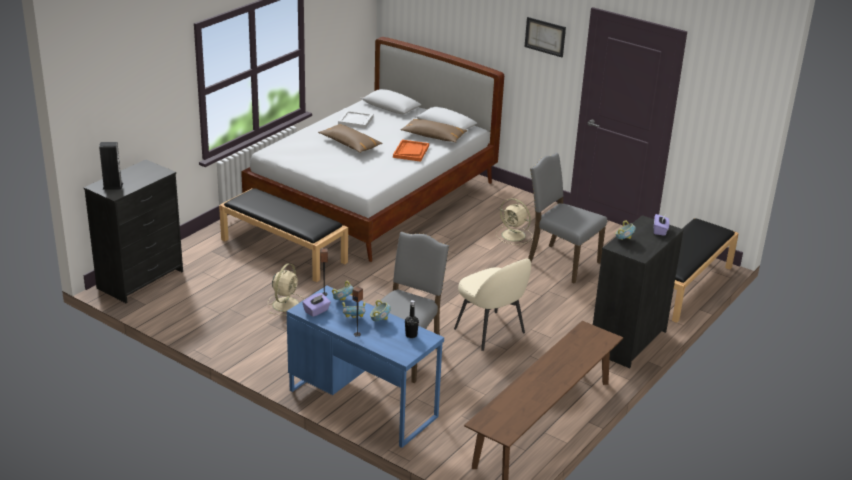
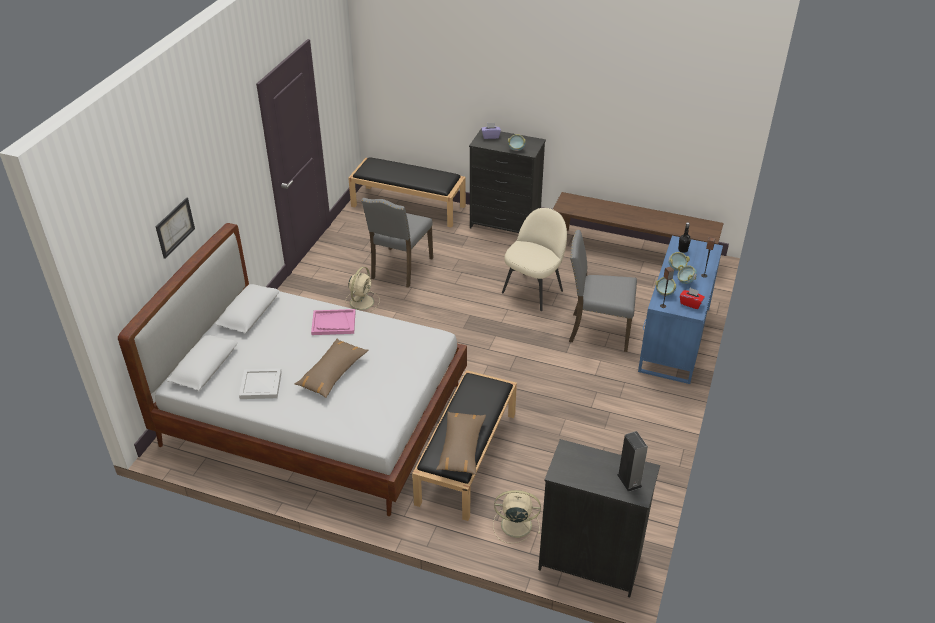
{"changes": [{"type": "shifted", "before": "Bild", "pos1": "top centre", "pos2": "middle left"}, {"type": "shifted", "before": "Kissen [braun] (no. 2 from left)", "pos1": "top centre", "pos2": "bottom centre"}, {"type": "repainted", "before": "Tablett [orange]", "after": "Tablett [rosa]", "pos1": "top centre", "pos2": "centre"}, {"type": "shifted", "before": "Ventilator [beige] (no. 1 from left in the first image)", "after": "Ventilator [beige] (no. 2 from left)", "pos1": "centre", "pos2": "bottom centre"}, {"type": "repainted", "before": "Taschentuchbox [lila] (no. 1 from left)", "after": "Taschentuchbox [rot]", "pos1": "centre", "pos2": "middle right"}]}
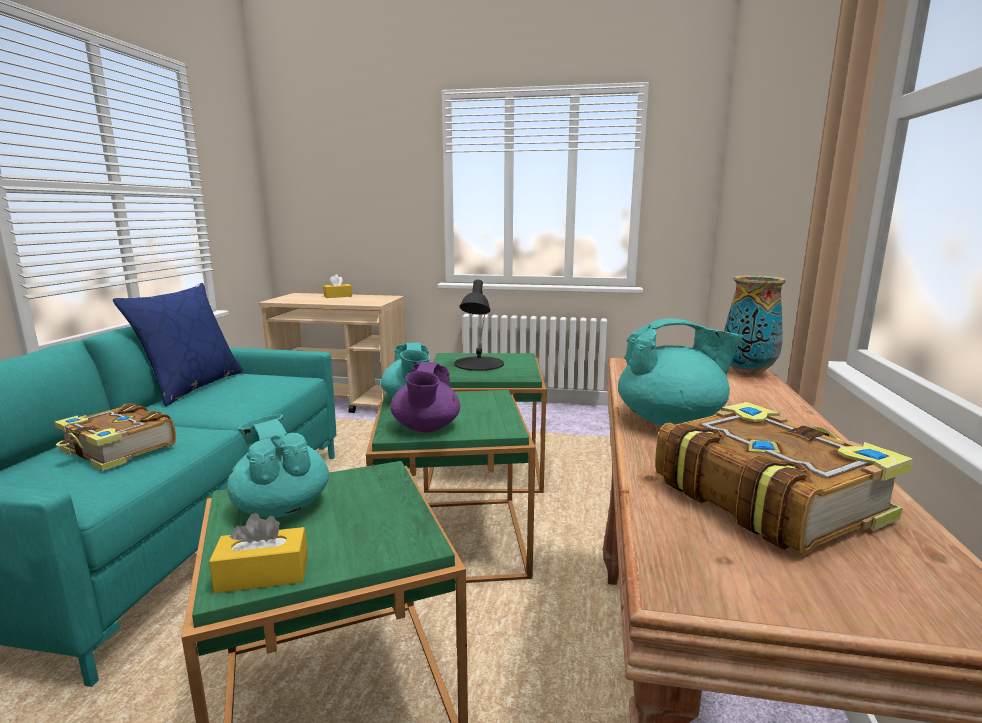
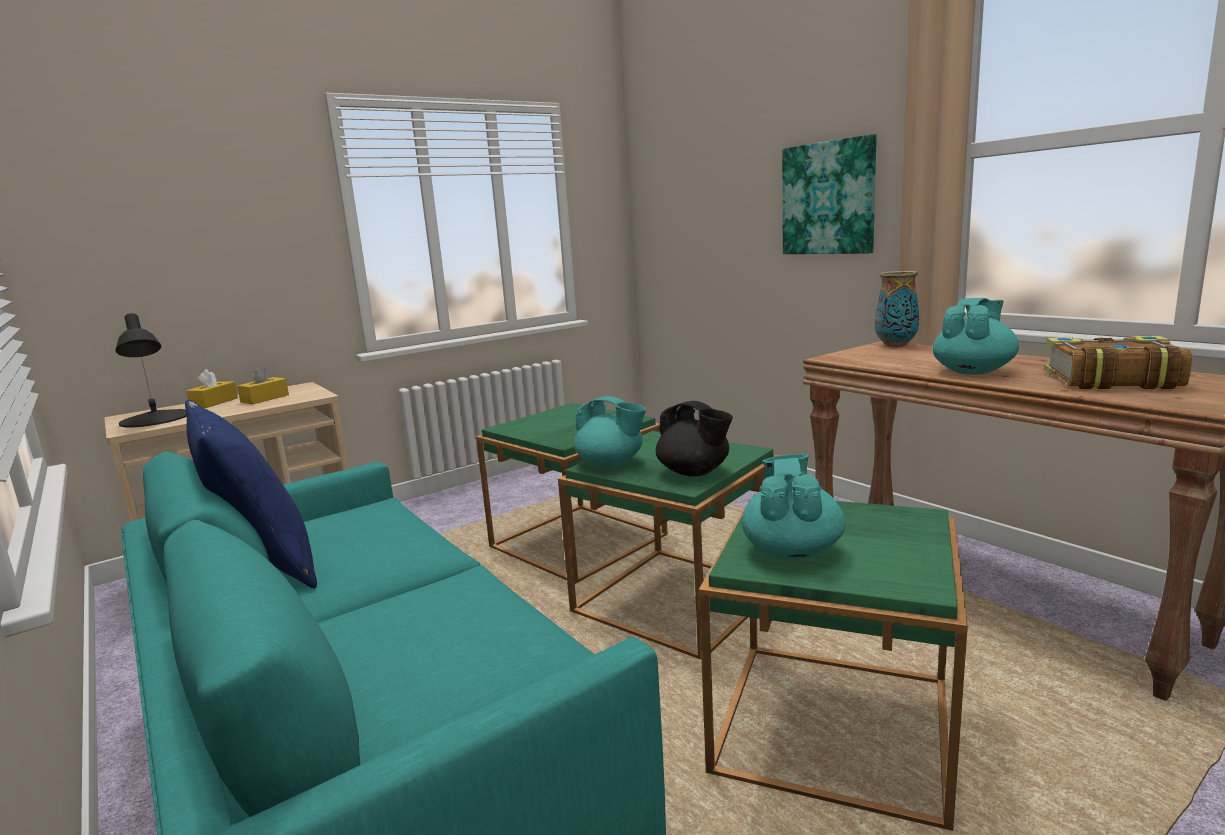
{"changes": [{"type": "shifted", "before": "Tischlampe [schwarz]", "pos1": "centre", "pos2": "middle left"}, {"type": "repainted", "before": "Teekanne [lila]", "after": "Teekanne [schwarz]", "pos1": "centre", "pos2": "centre"}, {"type": "gone", "before": "Buch (no. 1 from left)", "pos1": "middle left"}, {"type": "rotated", "before": "Teekanne [türkis] (no. 1 from left in the first image)", "pos1": "middle left", "pos2": "centre", "turn": 90}, {"type": "shifted", "before": "Taschentuchbox [gelb] (no. 1 from left in the first image)", "after": "Taschentuchbox [gelb] (no. 2 from left)", "pos1": "bottom left", "pos2": "middle left"}, {"type": "new", "after": "Bild", "pos2": "top right"}]}
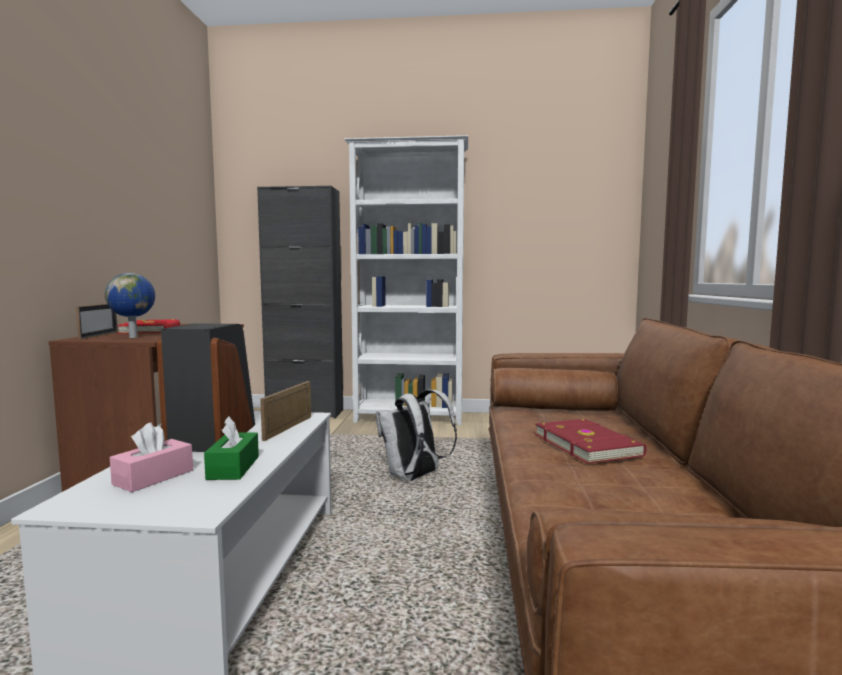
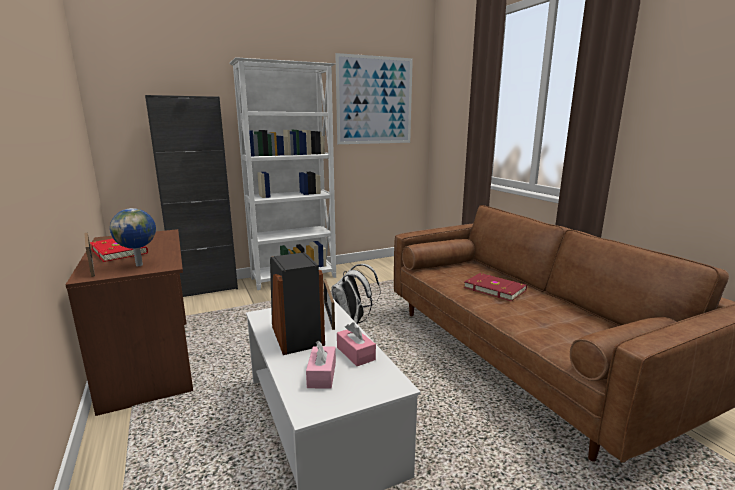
{"changes": [{"type": "repainted", "before": "Taschentuchbox [grün]", "after": "Taschentuchbox [rosa] (no. 2 from left)", "pos1": "middle left", "pos2": "bottom centre"}, {"type": "new", "after": "Bild", "pos2": "top centre"}]}
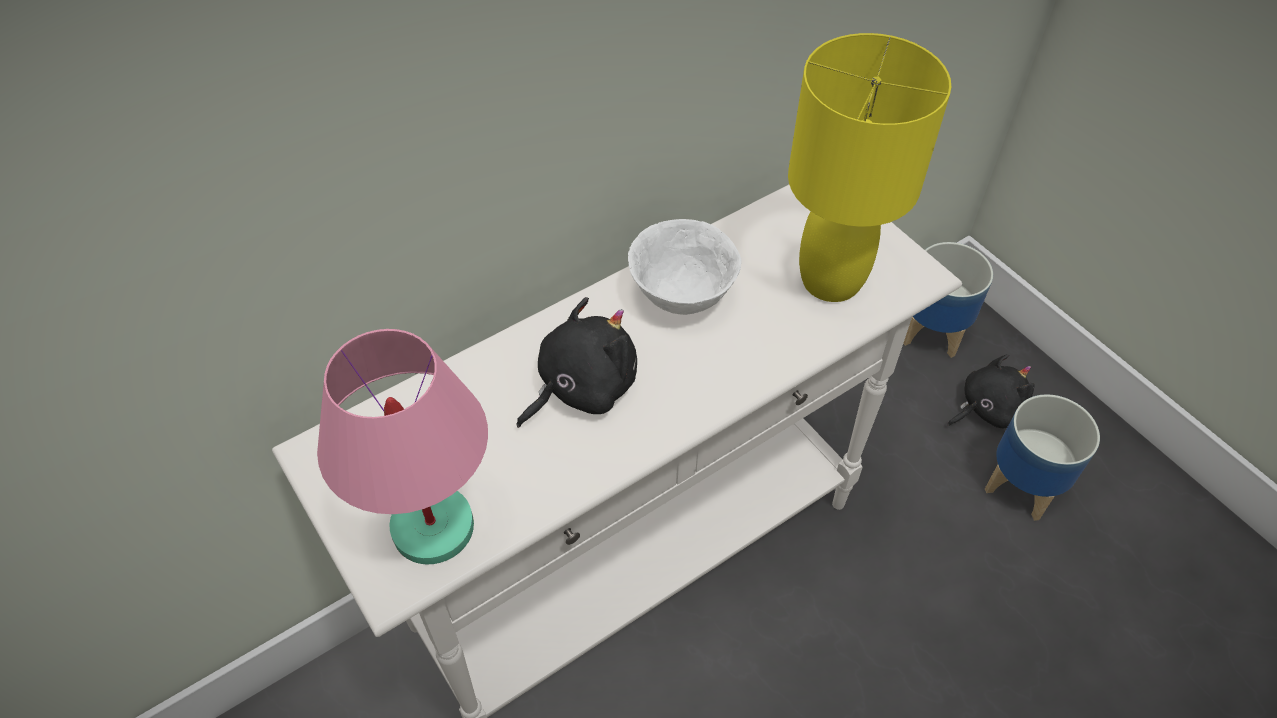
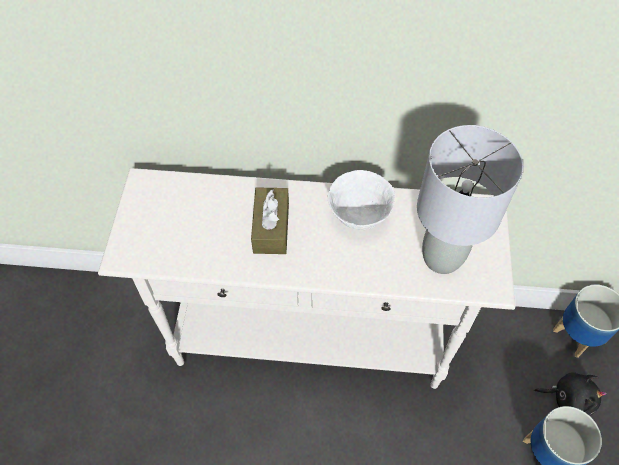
{"changes": [{"type": "repainted", "before": "Tischlampe [gelb]", "after": "Tischlampe [grau]", "pos1": "top right", "pos2": "middle right"}, {"type": "swapped", "before": "Plüschtier [schwarz] (no. 1 from left)", "after": "Taschentuchbox [braun]", "pos1": "centre", "pos2": "centre"}, {"type": "gone", "before": "Tischlampe [rosa]", "pos1": "middle left"}]}
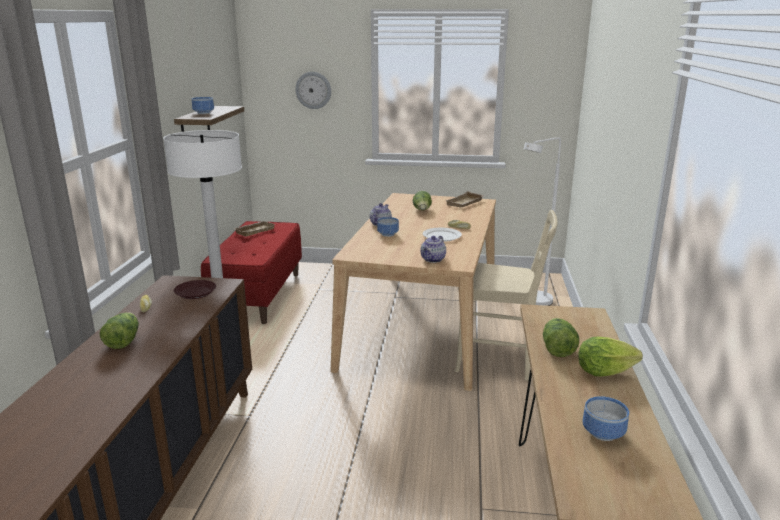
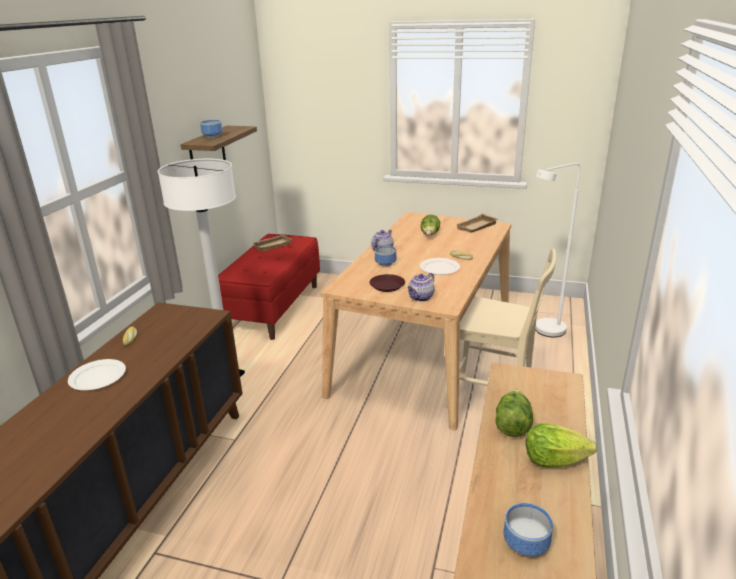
{"changes": [{"type": "gone", "before": "Wanduhr", "pos1": "top centre"}, {"type": "shifted", "before": "Teller [braun]", "pos1": "middle left", "pos2": "centre"}, {"type": "swapped", "before": "Salatkopf (no. 1 from left)", "after": "Teller [weiß] (no. 1 from left)", "pos1": "middle left", "pos2": "middle left"}]}
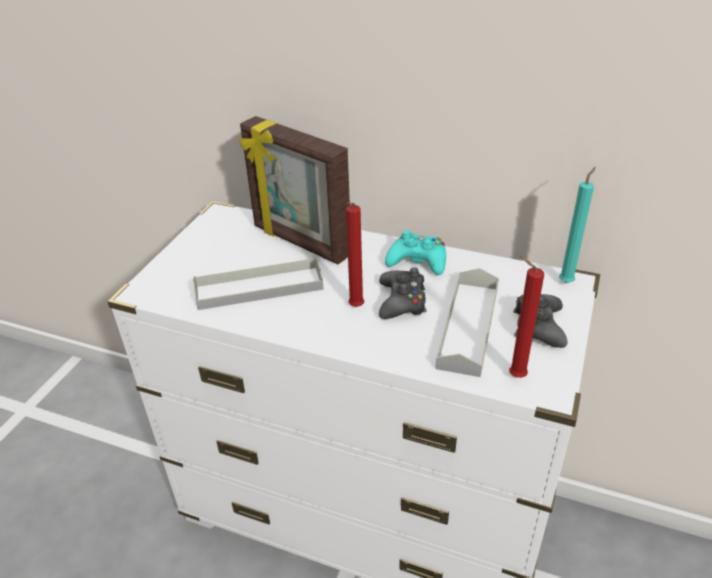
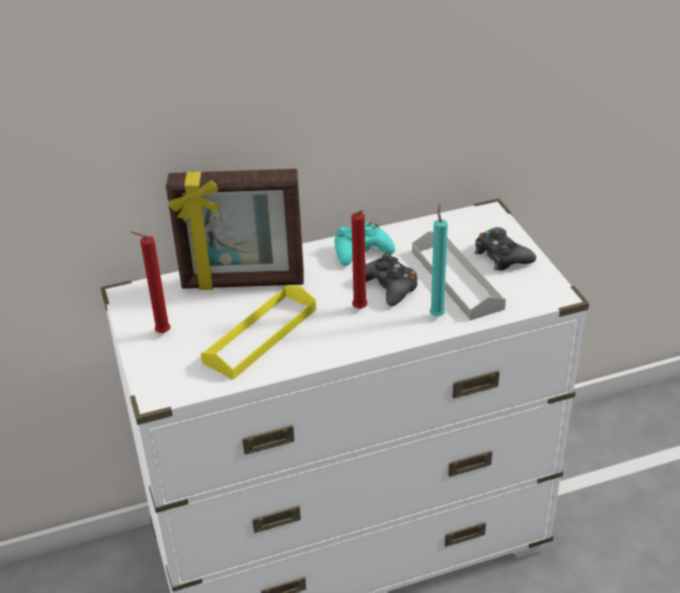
{"changes": [{"type": "shifted", "before": "Kerze [türkis]", "pos1": "middle right", "pos2": "centre"}, {"type": "shifted", "before": "Kerze [rot] (no. 2 from left in the first image)", "after": "Kerze [rot] (no. 1 from left)", "pos1": "middle right", "pos2": "middle left"}, {"type": "repainted", "before": "Tablett [grau] (no. 1 from left)", "after": "Tablett [gelb]", "pos1": "centre", "pos2": "centre"}]}
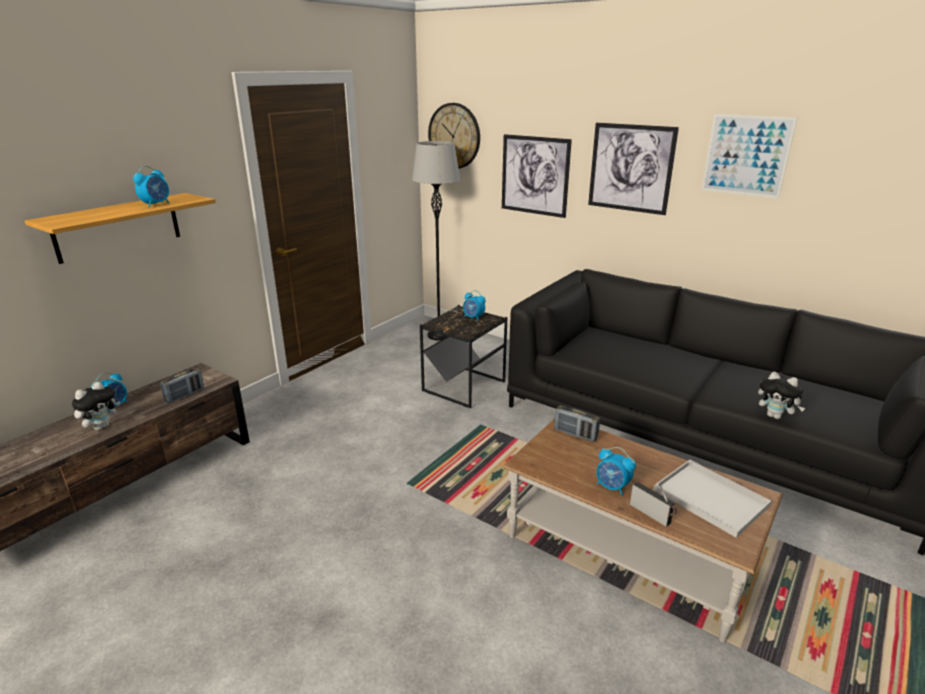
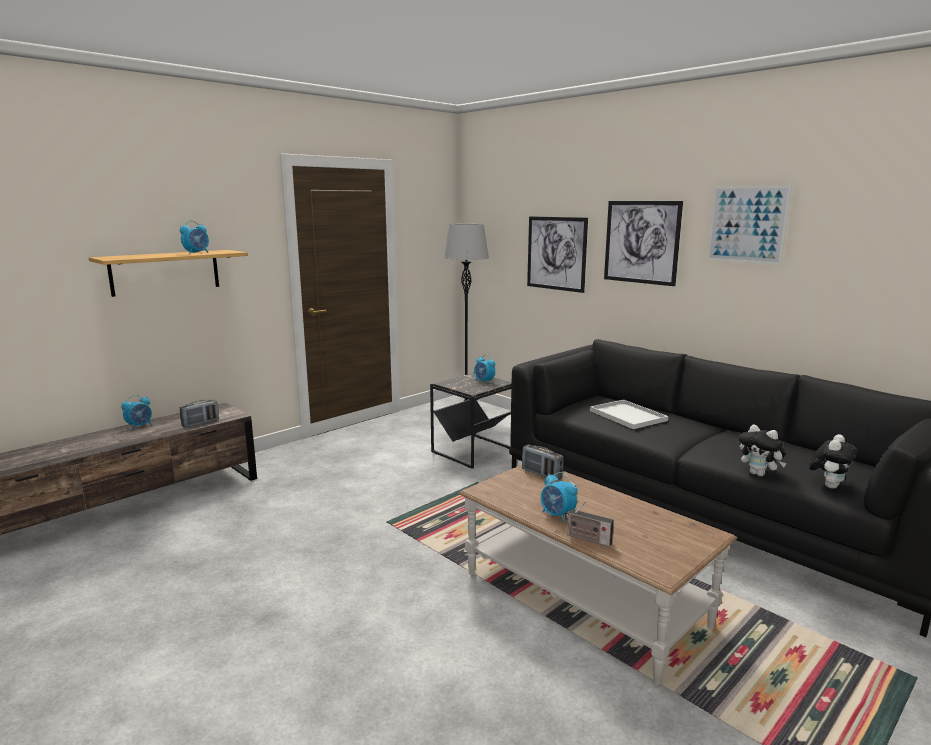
{"changes": [{"type": "gone", "before": "Wanduhr", "pos1": "top centre"}, {"type": "shifted", "before": "Plüschtier (no. 1 from left in the first image)", "after": "Plüschtier (no. 2 from left)", "pos1": "middle left", "pos2": "middle right"}, {"type": "shifted", "before": "Tablett [weiß]", "pos1": "bottom right", "pos2": "middle right"}, {"type": "rotated", "before": "Radio (no. 3 from left)", "pos1": "bottom right", "pos2": "bottom centre", "turn": 150}]}
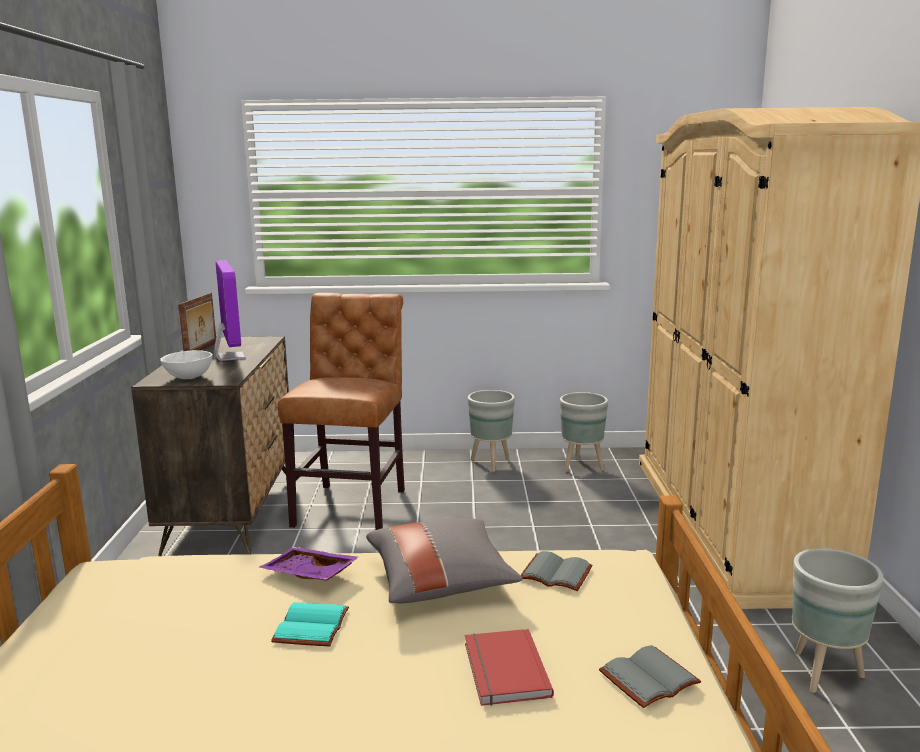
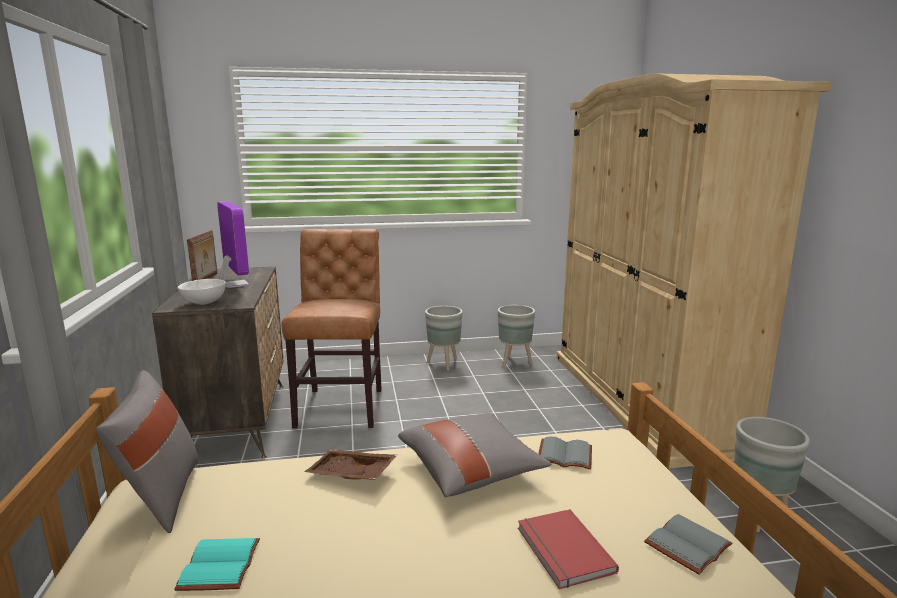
{"changes": [{"type": "repainted", "before": "Tablett [lila]", "after": "Tablett [braun]", "pos1": "bottom centre", "pos2": "bottom centre"}, {"type": "shifted", "before": "Buch [türkis]", "pos1": "bottom centre", "pos2": "bottom left"}, {"type": "new", "after": "Kissen [grau] (no. 1 from left)", "pos2": "bottom left"}]}
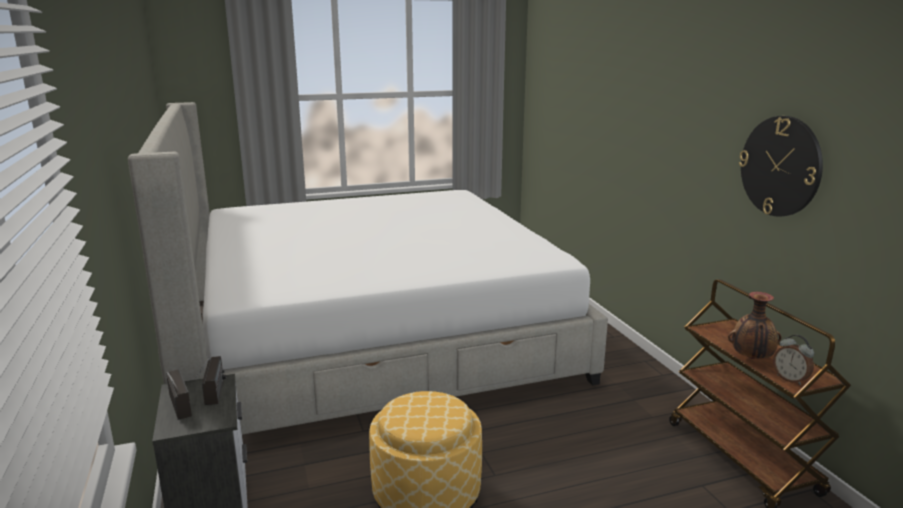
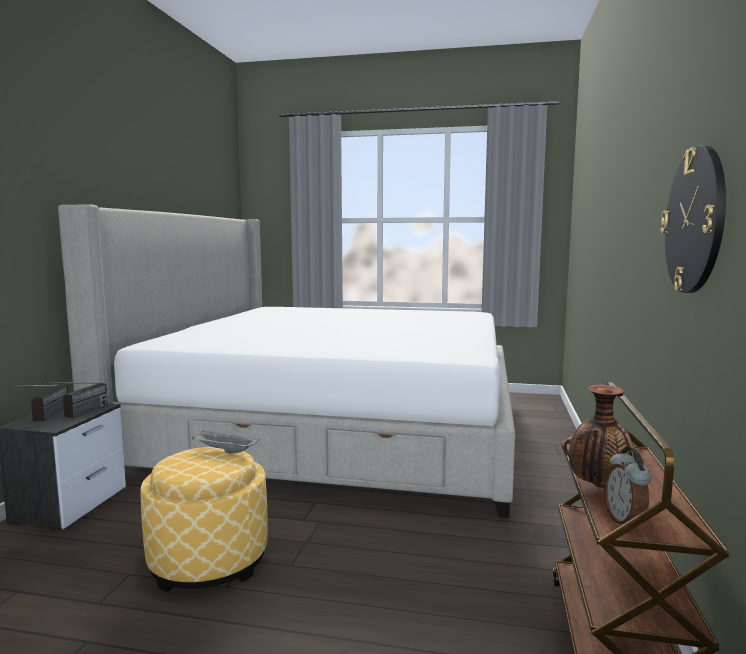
{"changes": [{"type": "new", "after": "Tablett [grau]", "pos2": "bottom left"}]}
